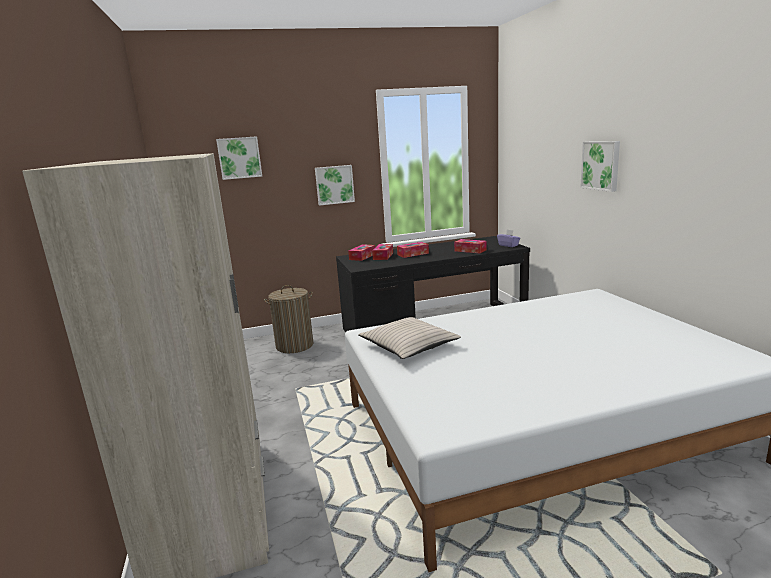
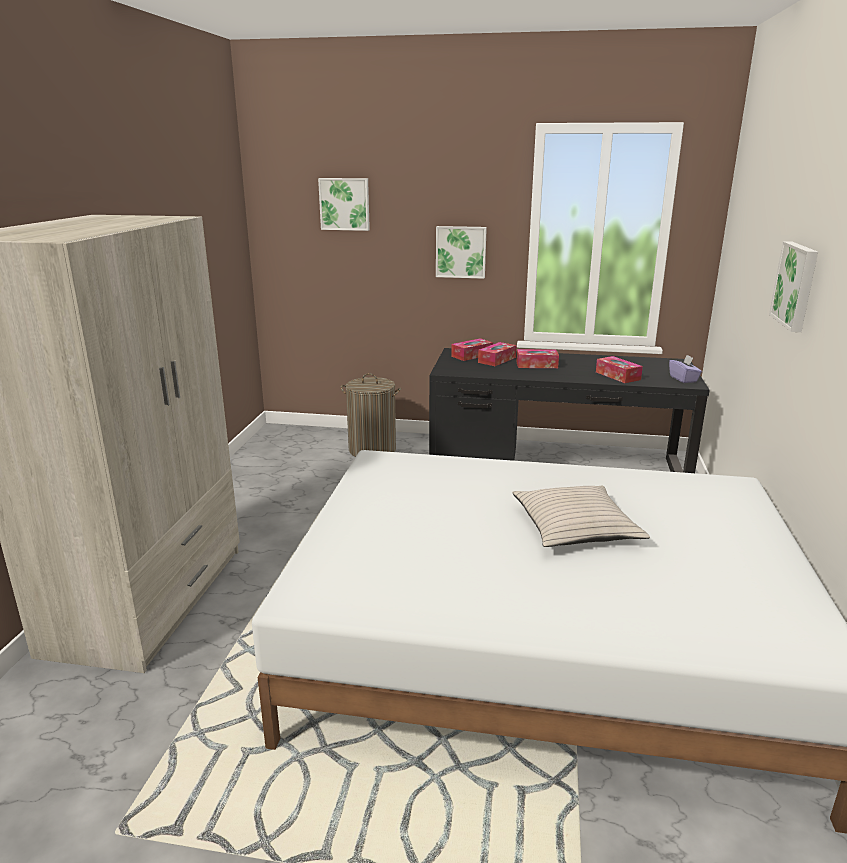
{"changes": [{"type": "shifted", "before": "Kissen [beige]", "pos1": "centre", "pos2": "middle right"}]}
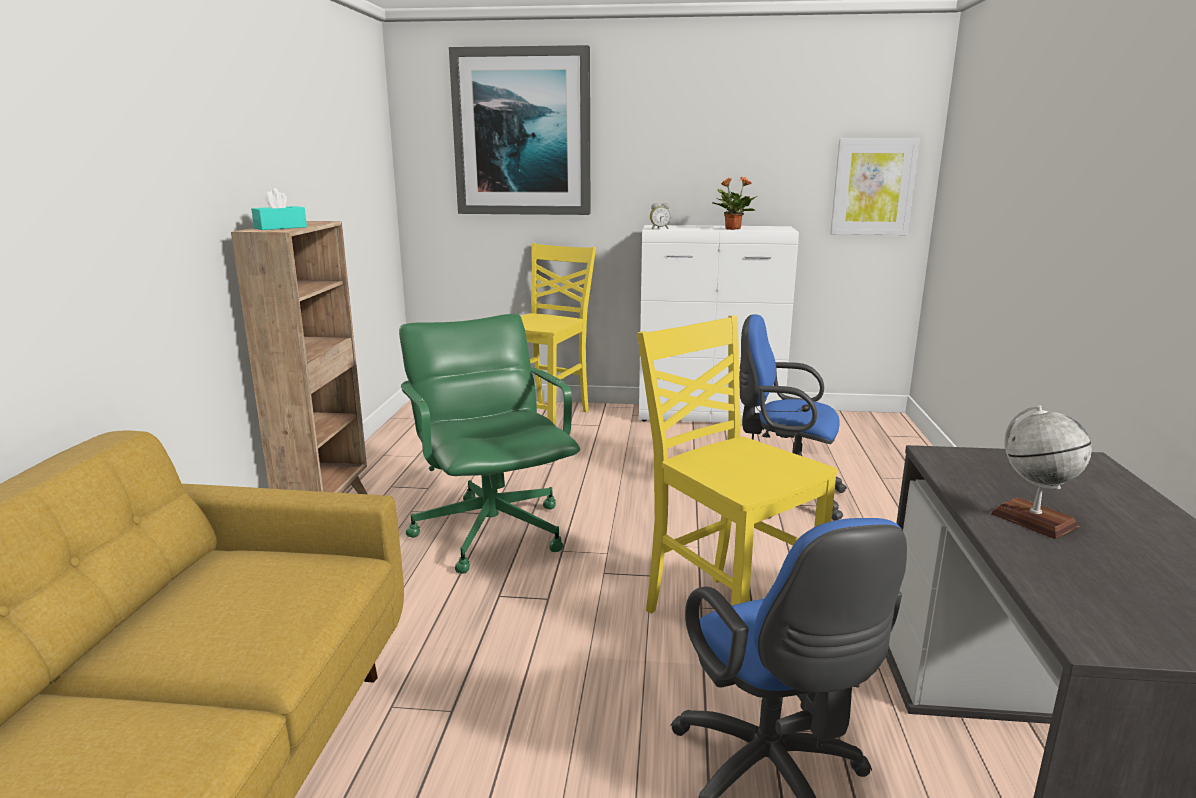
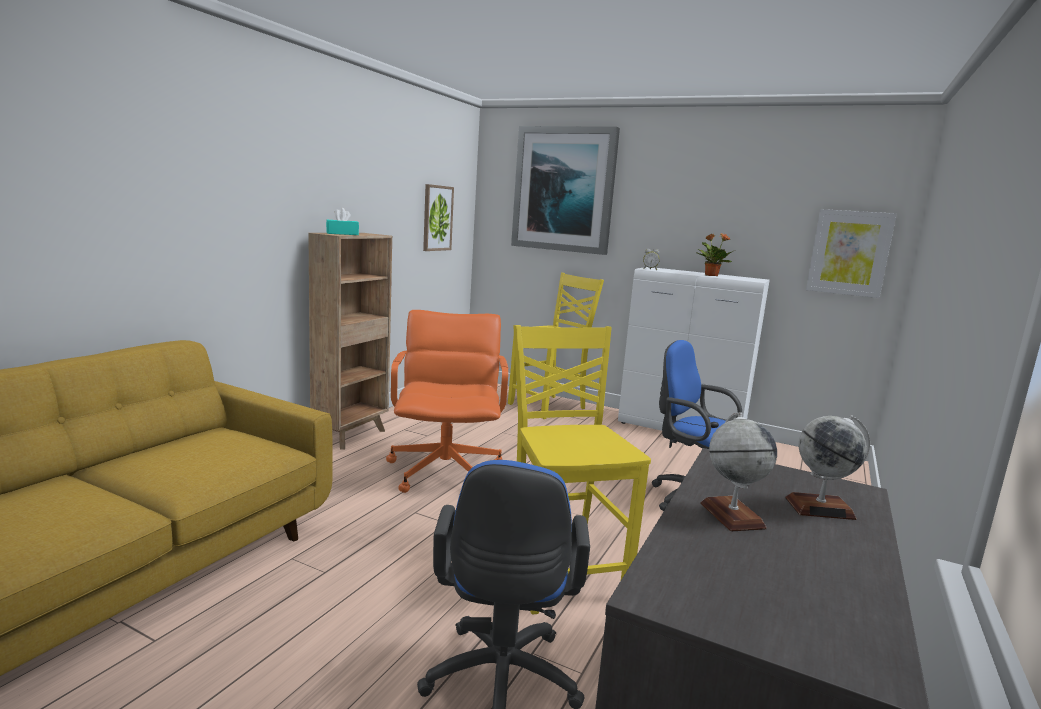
{"changes": [{"type": "repainted", "before": "Bürostuhl [grün]", "after": "Bürostuhl [orange]", "pos1": "centre", "pos2": "centre"}, {"type": "new", "after": "Bild (no. 1 from left)", "pos2": "top centre"}, {"type": "new", "after": "Globus (no. 2 from left)", "pos2": "middle right"}]}
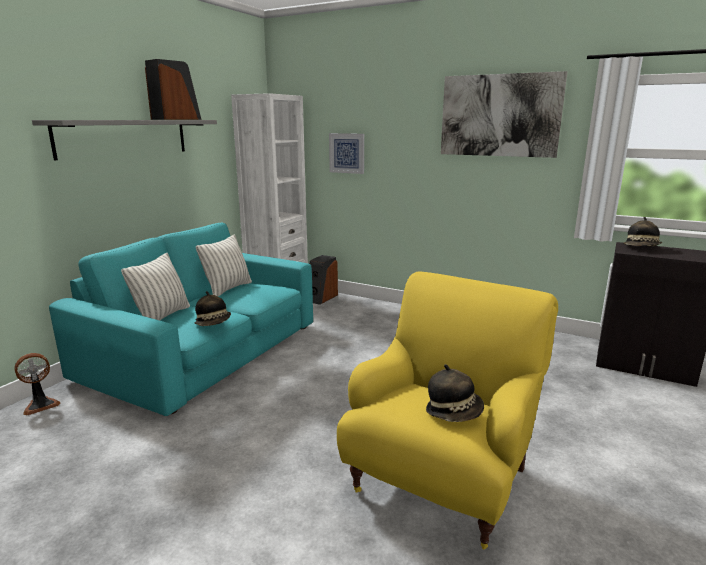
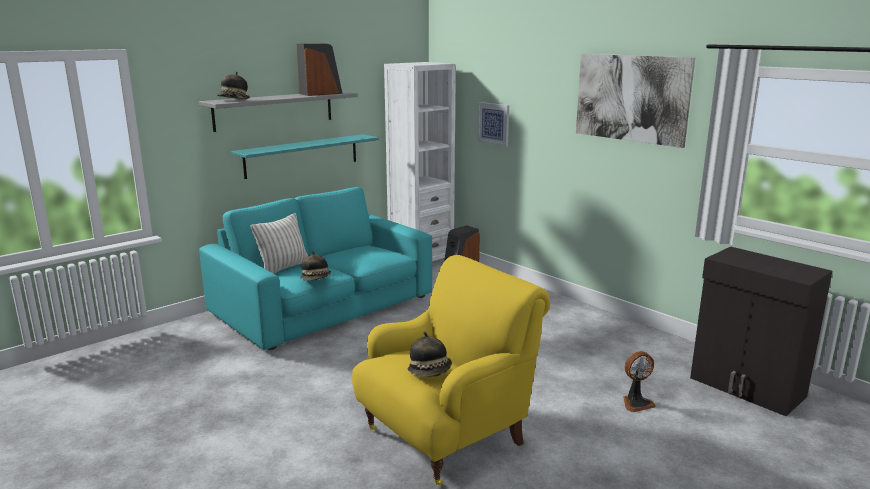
{"changes": [{"type": "shifted", "before": "Hut (no. 3 from left in the first image)", "after": "Hut (no. 1 from left)", "pos1": "middle right", "pos2": "top left"}, {"type": "gone", "before": "Kissen (no. 2 from left)", "pos1": "middle left"}, {"type": "shifted", "before": "Ventilator", "pos1": "bottom left", "pos2": "bottom right"}, {"type": "new", "after": "Wandregal [türkis]", "pos2": "top centre"}]}
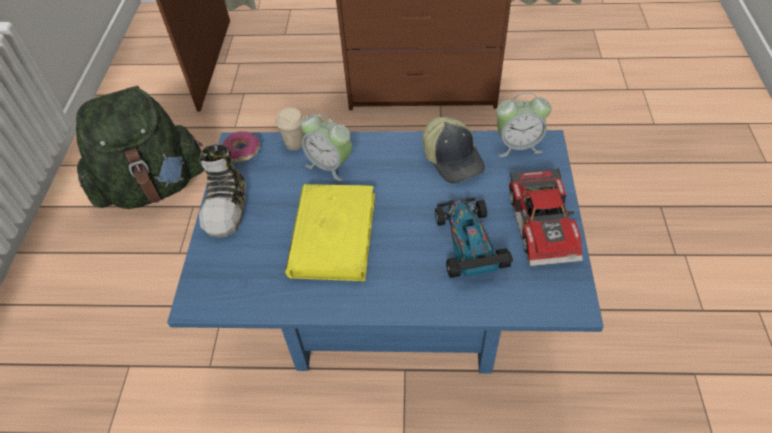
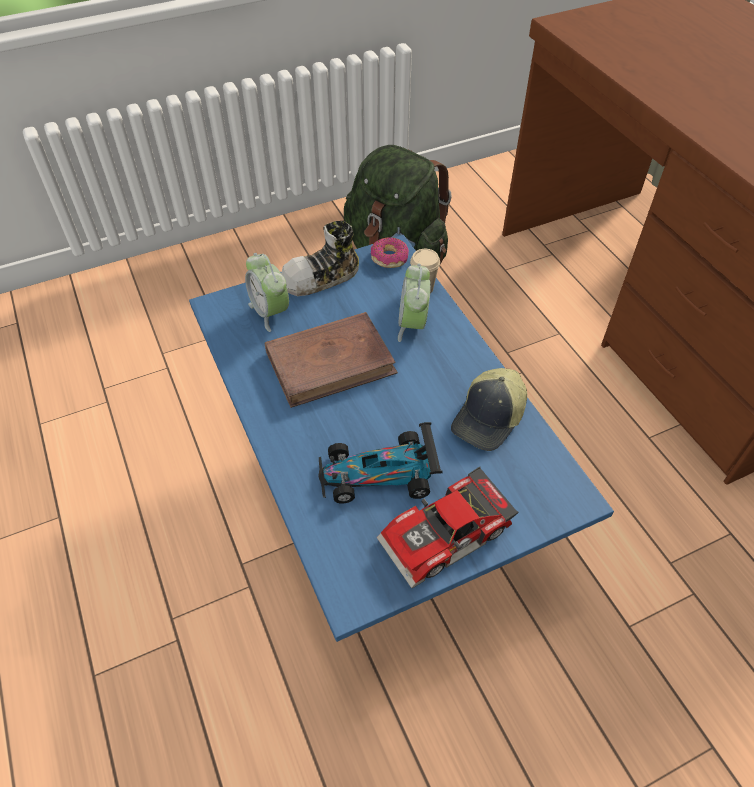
{"changes": [{"type": "shifted", "before": "Wecker (no. 2 from left in the first image)", "after": "Wecker (no. 1 from left)", "pos1": "top right", "pos2": "centre"}, {"type": "repainted", "before": "Buch [gelb]", "after": "Buch [braun]", "pos1": "centre", "pos2": "centre"}, {"type": "rotated", "before": "Spielzeugauto (no. 1 from left)", "pos1": "centre", "pos2": "centre", "turn": -150}]}
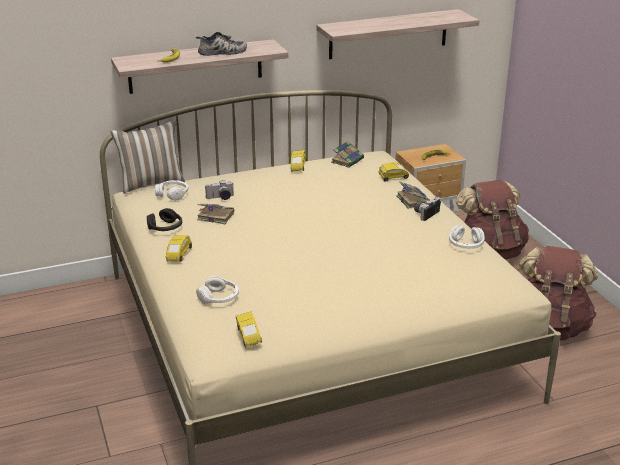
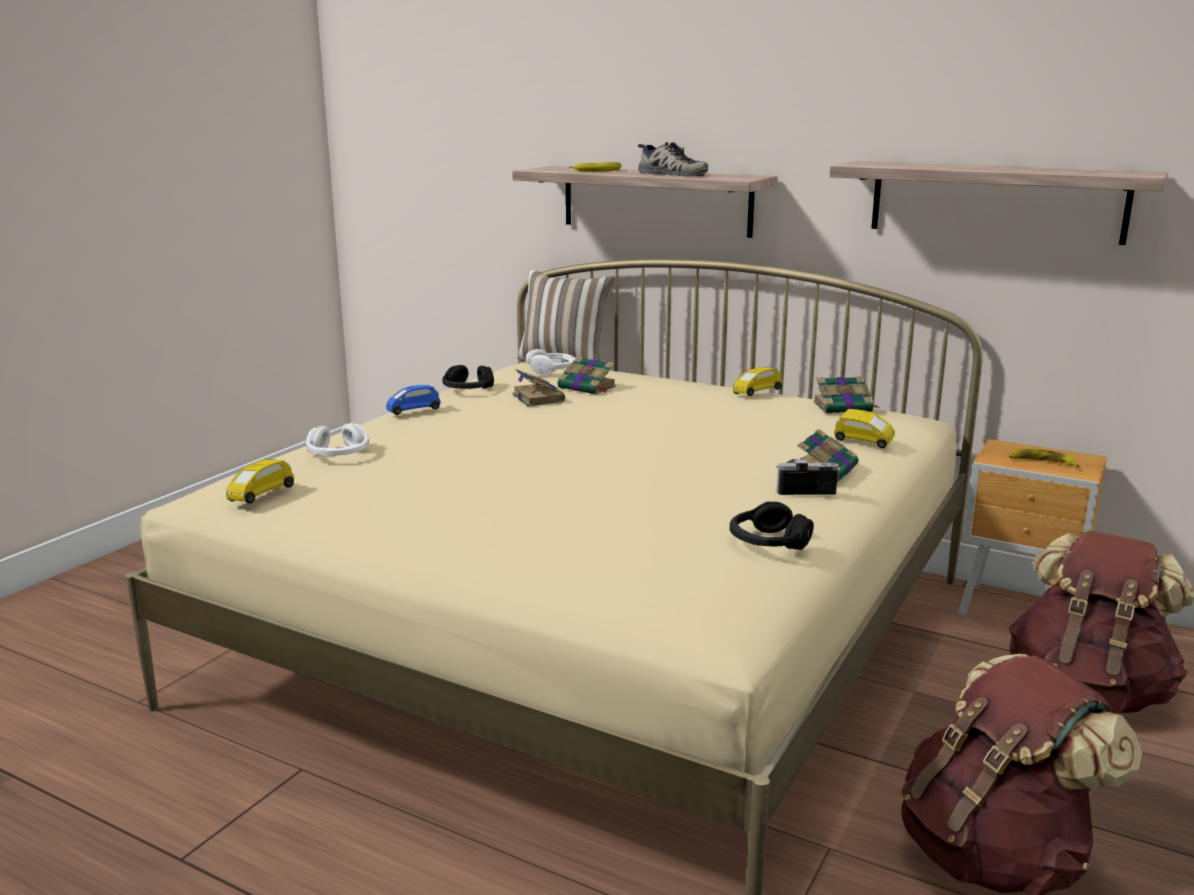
{"changes": [{"type": "swapped", "before": "Kamera (no. 1 from left)", "after": "Buch (no. 2 from left)", "pos1": "centre", "pos2": "centre"}, {"type": "repainted", "before": "Kopfhörer [weiß] (no. 3 from left)", "after": "Kopfhörer [schwarz] (no. 2 from left)", "pos1": "middle right", "pos2": "centre"}, {"type": "repainted", "before": "Spielzeugauto [gelb] (no. 1 from left)", "after": "Spielzeugauto [blau]", "pos1": "middle left", "pos2": "centre"}]}
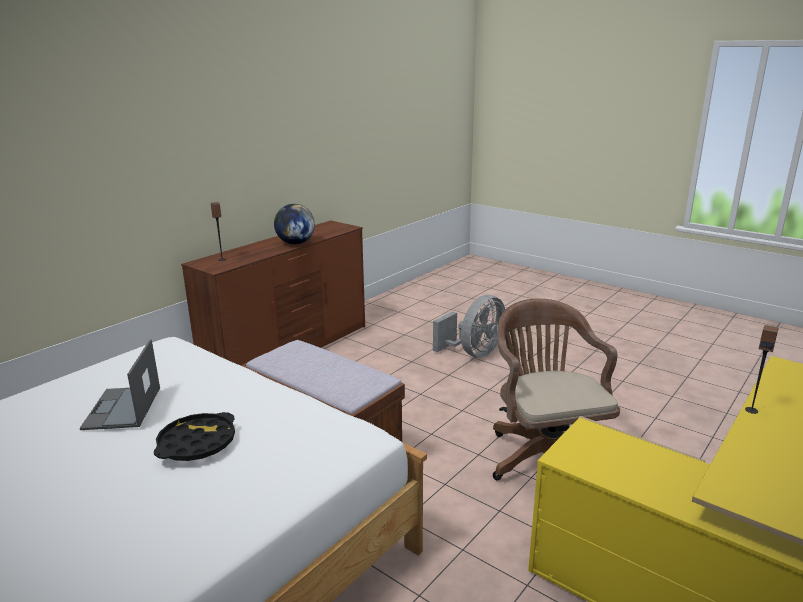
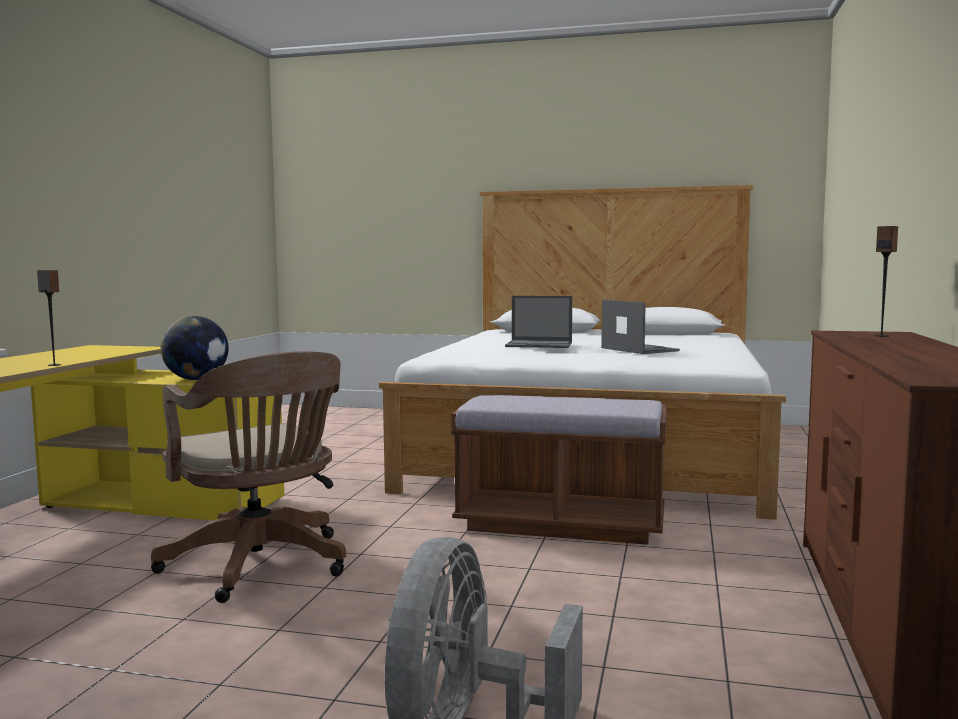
{"changes": [{"type": "shifted", "before": "Globus", "pos1": "centre", "pos2": "middle left"}, {"type": "swapped", "before": "Tablett [schwarz]", "after": "Laptop (no. 1 from left)", "pos1": "bottom left", "pos2": "centre"}]}
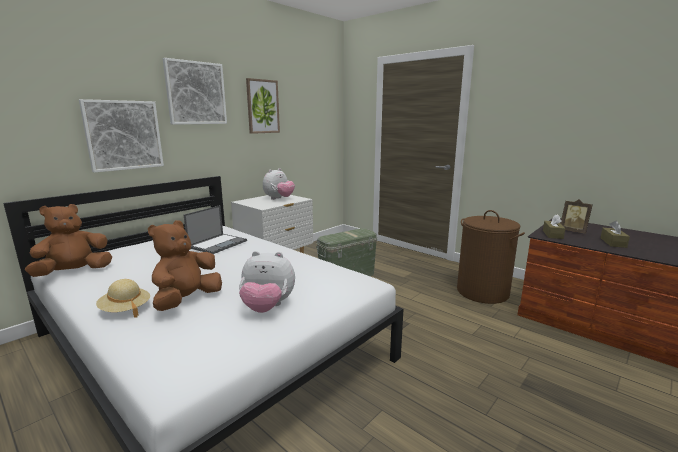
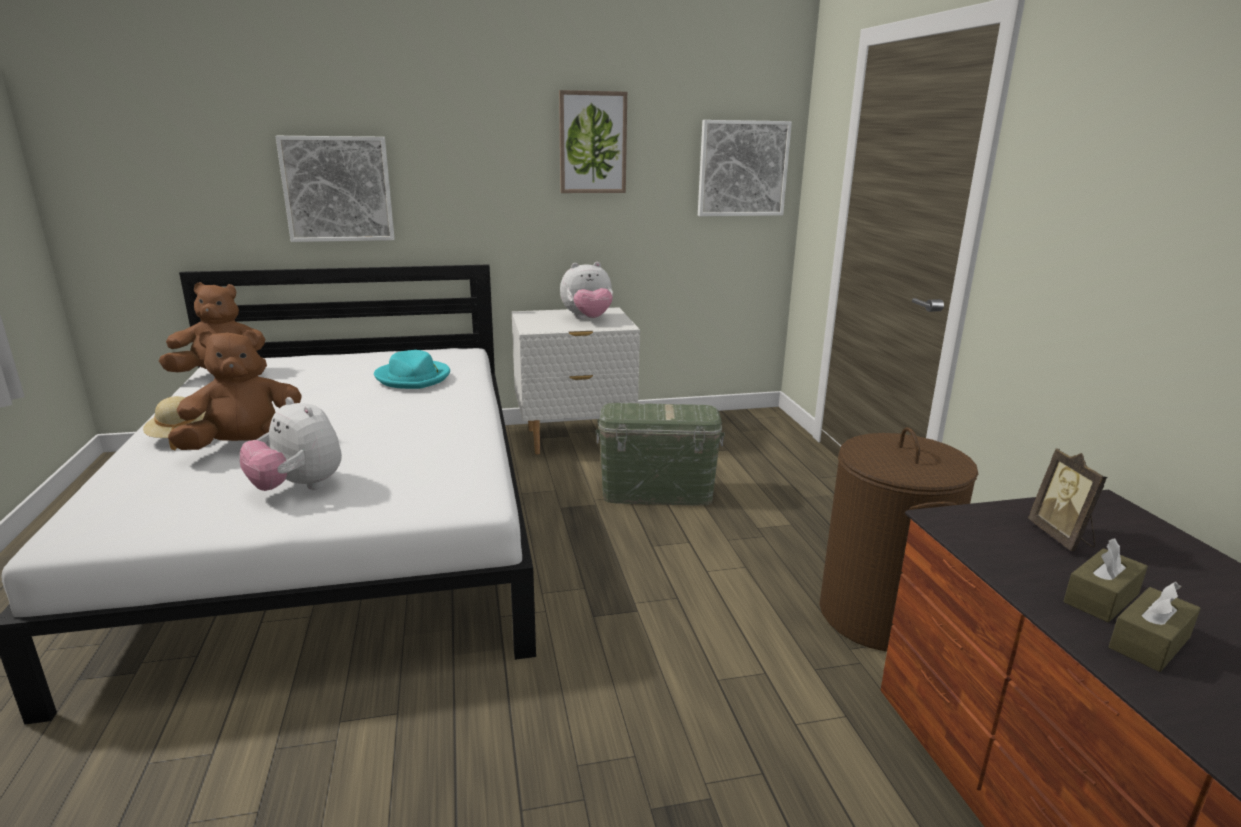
{"changes": [{"type": "shifted", "before": "Bild (no. 2 from left in the first image)", "after": "Bild (no. 3 from left)", "pos1": "top left", "pos2": "top centre"}, {"type": "swapped", "before": "Laptop", "after": "Hut [türkis]", "pos1": "middle left", "pos2": "middle left"}, {"type": "shifted", "before": "Taschentuchbox [braun] (no. 1 from left in the first image)", "after": "Taschentuchbox [braun] (no. 2 from left)", "pos1": "middle right", "pos2": "bottom right"}]}
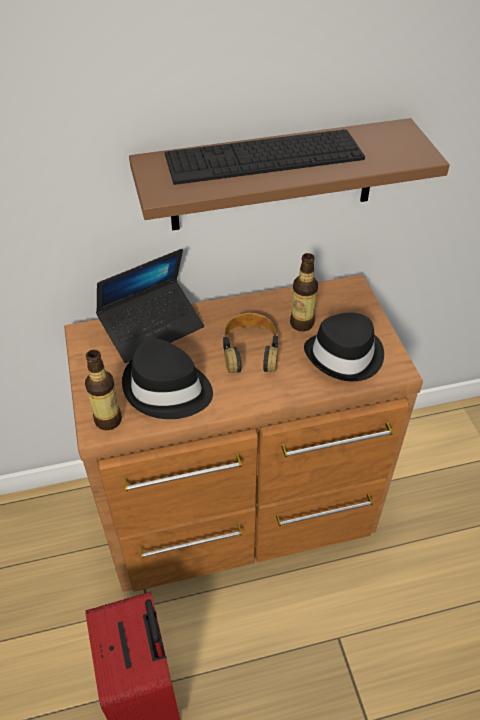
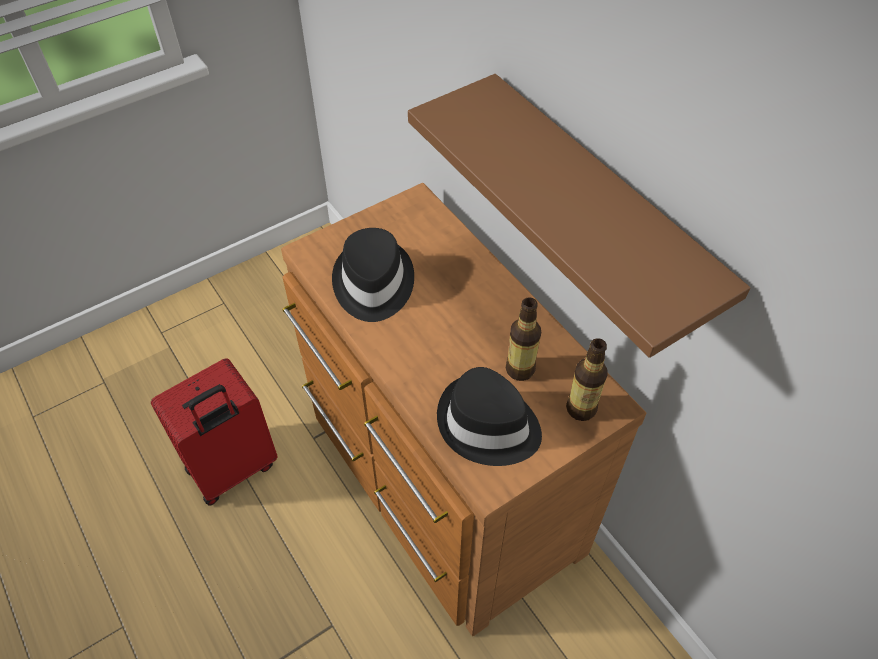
{"changes": [{"type": "gone", "before": "Tastatur", "pos1": "top centre"}, {"type": "gone", "before": "Laptop", "pos1": "middle left"}, {"type": "gone", "before": "Kopfhörer", "pos1": "centre"}, {"type": "shifted", "before": "Flasche (no. 1 from left in the first image)", "after": "Flasche (no. 2 from left)", "pos1": "middle left", "pos2": "middle right"}]}
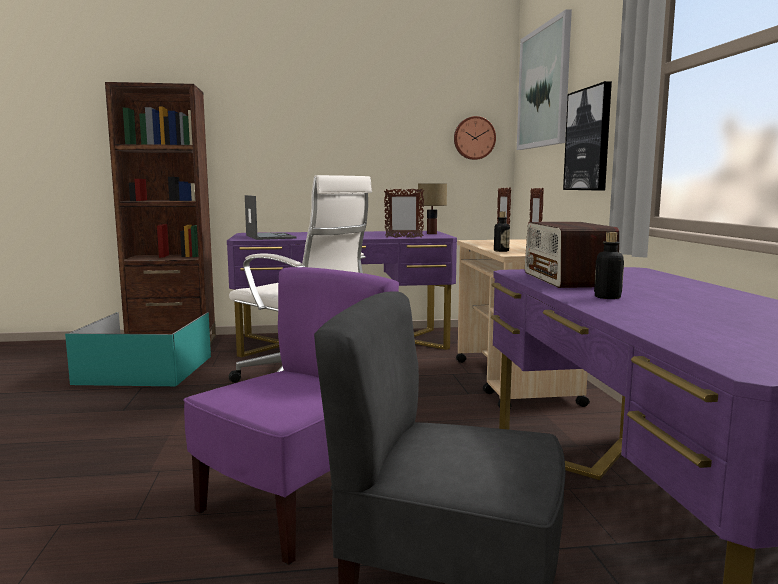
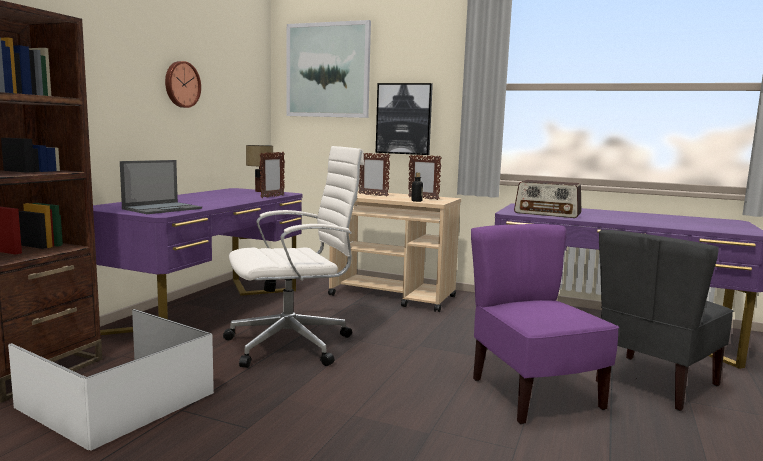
{"changes": [{"type": "shifted", "before": "Wanduhr", "pos1": "top centre", "pos2": "top left"}, {"type": "rotated", "before": "Laptop", "pos1": "centre", "pos2": "middle left", "turn": 120}, {"type": "gone", "before": "Flasche (no. 2 from left)", "pos1": "middle right"}, {"type": "repainted", "before": "Aufbewahrungsbox [türkis]", "after": "Aufbewahrungsbox [weiß]", "pos1": "middle left", "pos2": "bottom left"}]}
